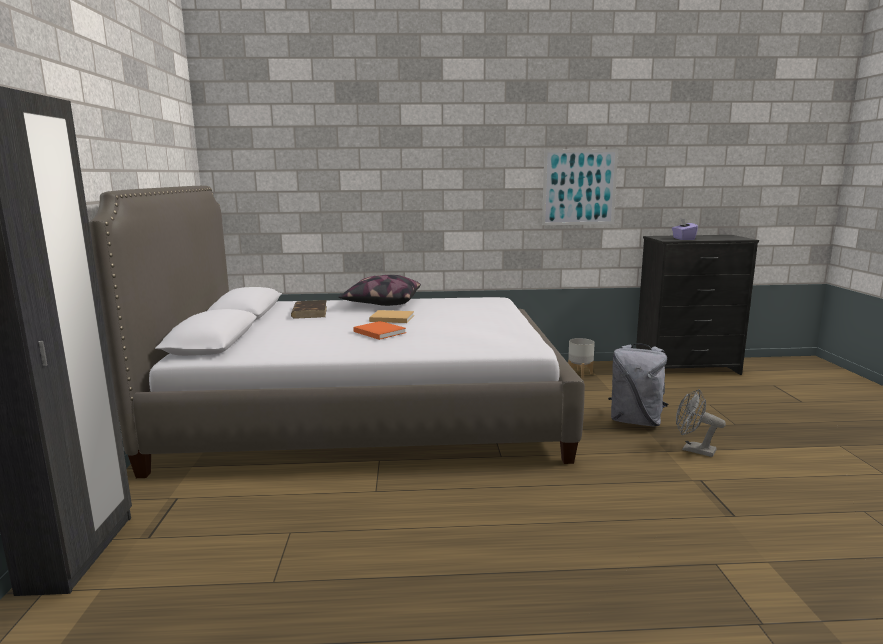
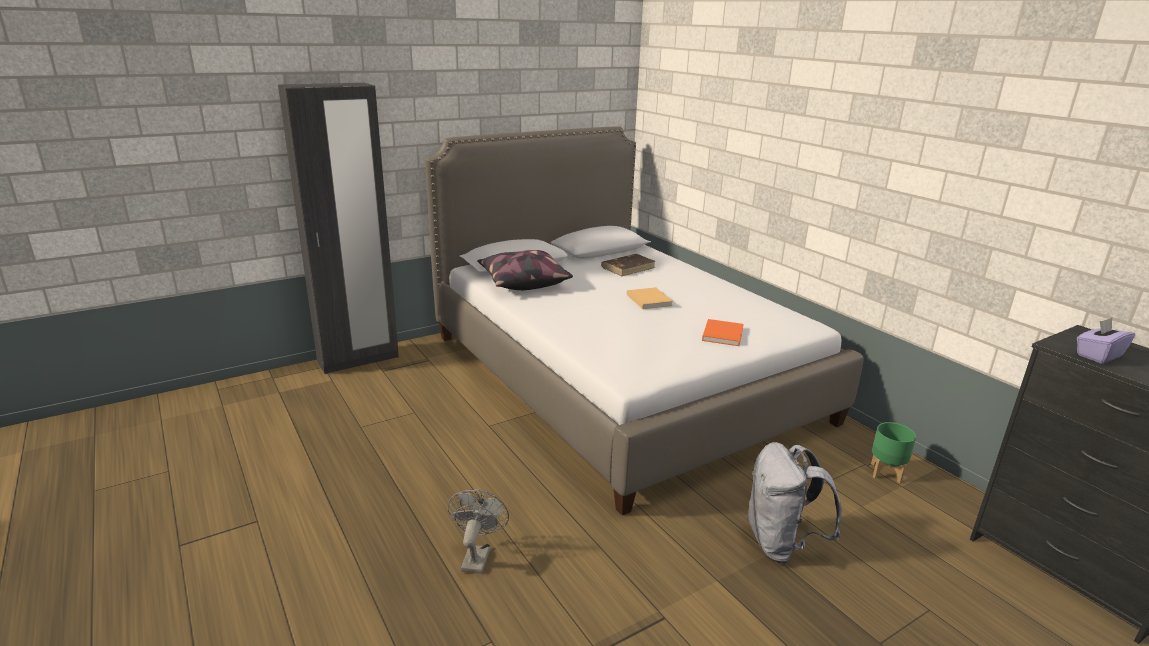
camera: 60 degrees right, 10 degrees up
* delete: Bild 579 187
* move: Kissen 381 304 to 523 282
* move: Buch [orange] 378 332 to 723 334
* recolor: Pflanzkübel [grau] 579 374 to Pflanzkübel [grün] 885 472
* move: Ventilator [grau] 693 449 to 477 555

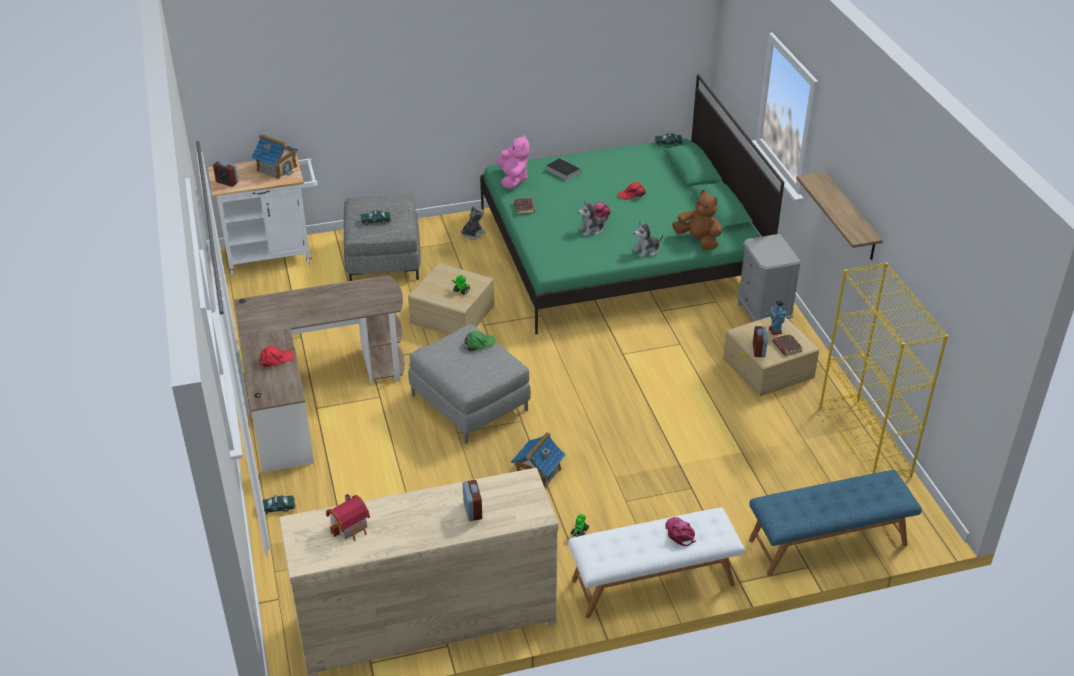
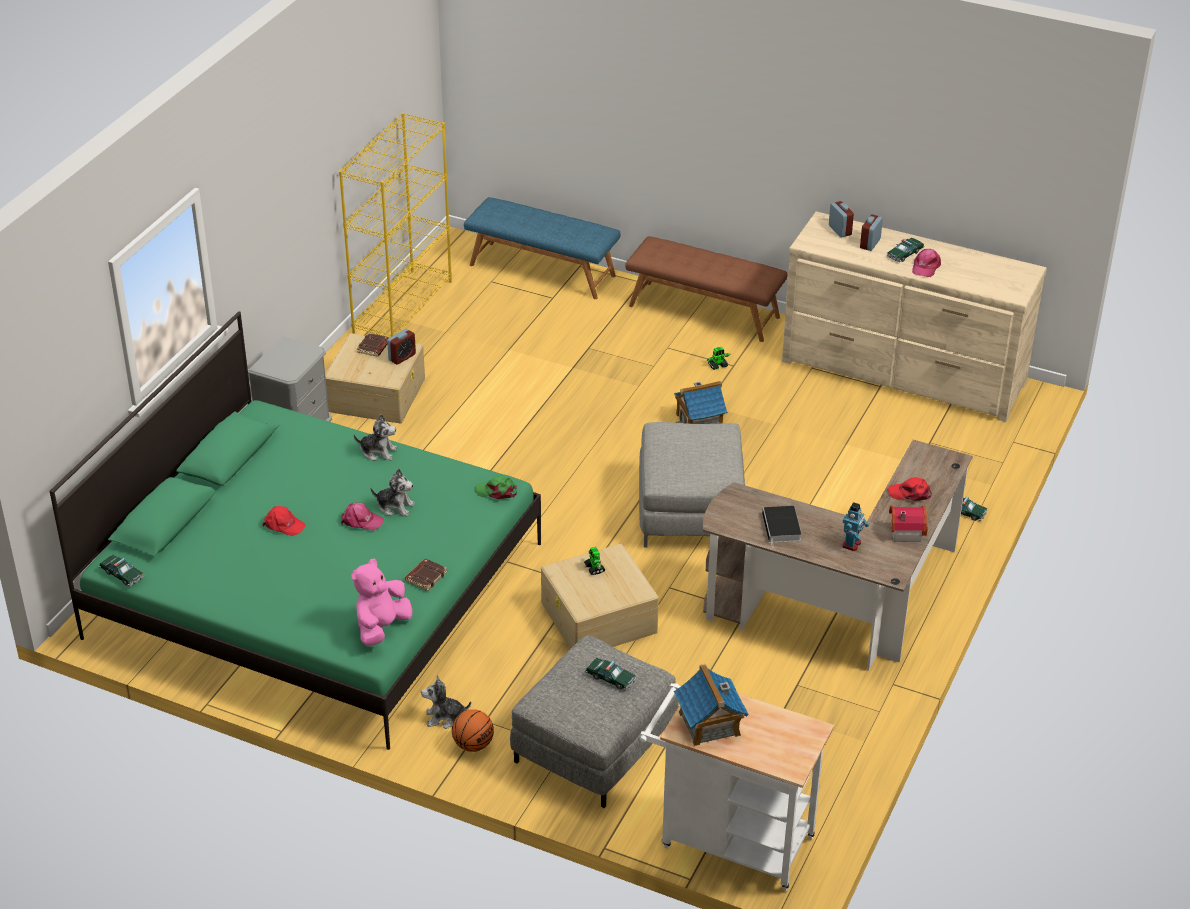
camera: 140 degrees left, 0 degrees up
* move: Buch 562 171 to 782 528
* move: Wecker 227 182 to 840 230
* delete: Wandregal 850 217
* delete: Plüschtier [braun] 698 240
* move: Spielzeugroboter 774 330 to 852 544
* move: Kappe [grün] 478 344 to 496 491
* move: Spielzeughaus 351 526 to 904 531
* recolor: Bank [weiß] 653 583 to Bank [braun] 704 311
* move: Kappe [rosa] 680 533 to 925 267
* insert: Spielzeugauto 904 254
* insert: Basketball 473 745

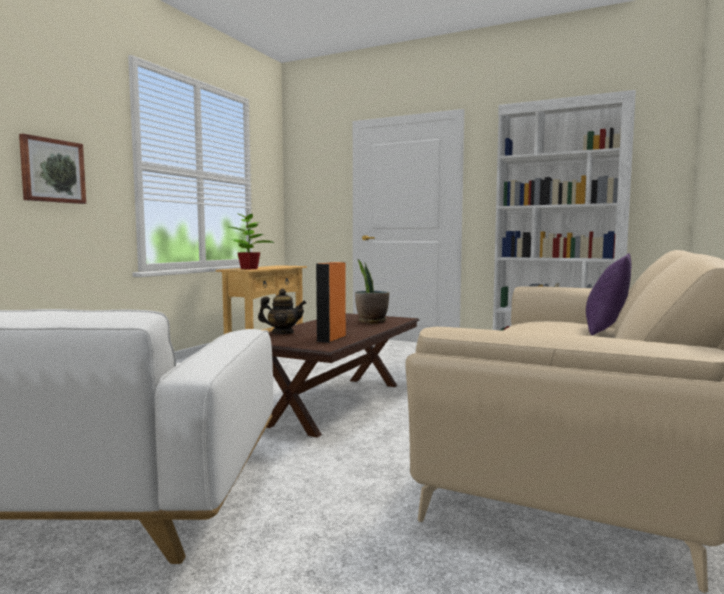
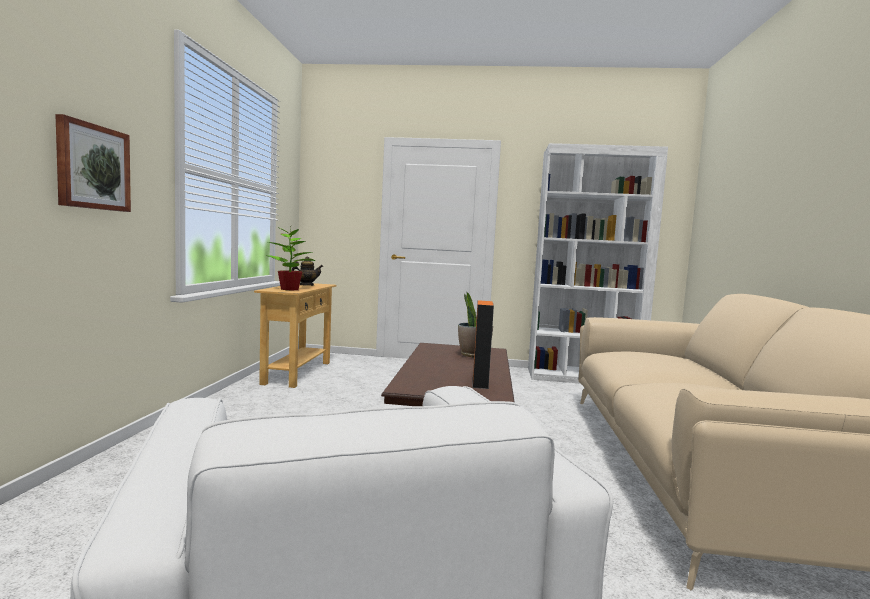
camera: 20 degrees left, 0 degrees up
* delete: Kissen [lila] 606 331
* move: Teekanne 282 333 to 306 285

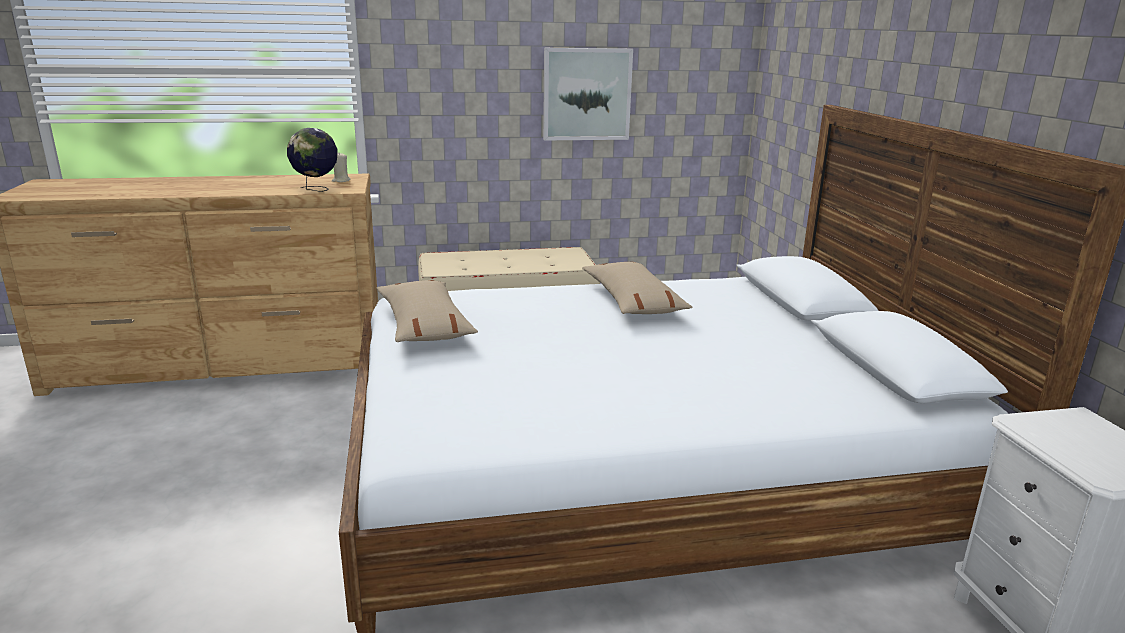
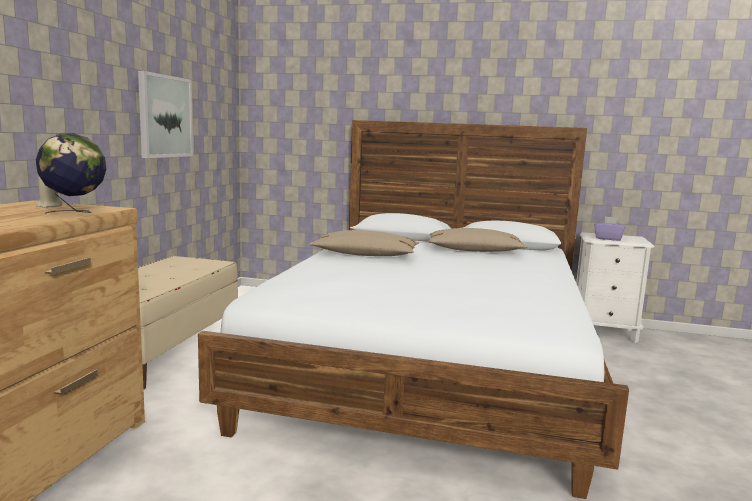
camera: 65 degrees left, 10 degrees down
* move: Kissen [beige] 424 325 to 474 251
* insert: Taschentuchbox [lila] 608 238

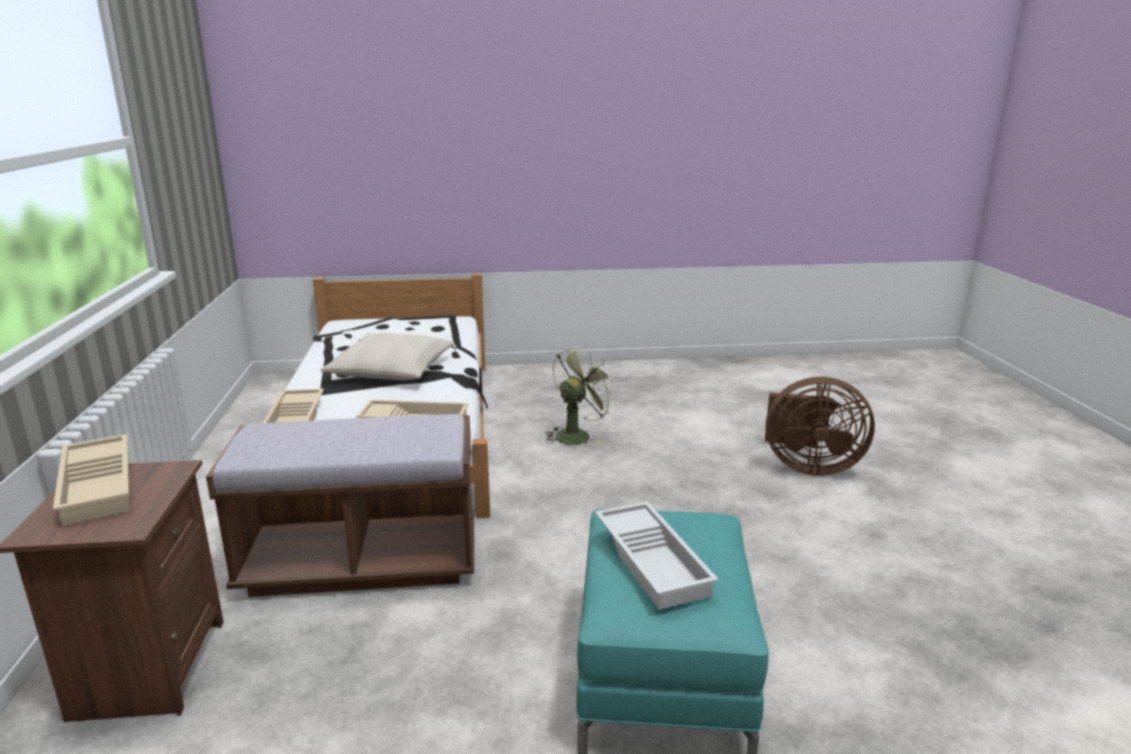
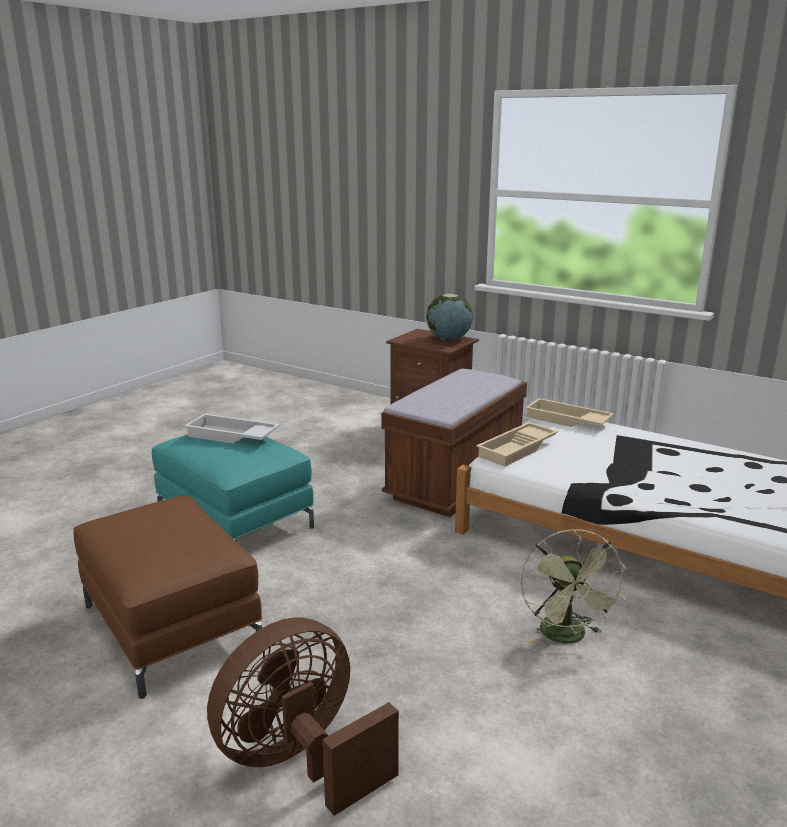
camera: 130 degrees right, 0 degrees up
* delete: Kissen [beige] 392 370
* replace: Tablett [beige] 100 485 to Globus 448 339
* insert: Polsterhocker [braun] 171 625

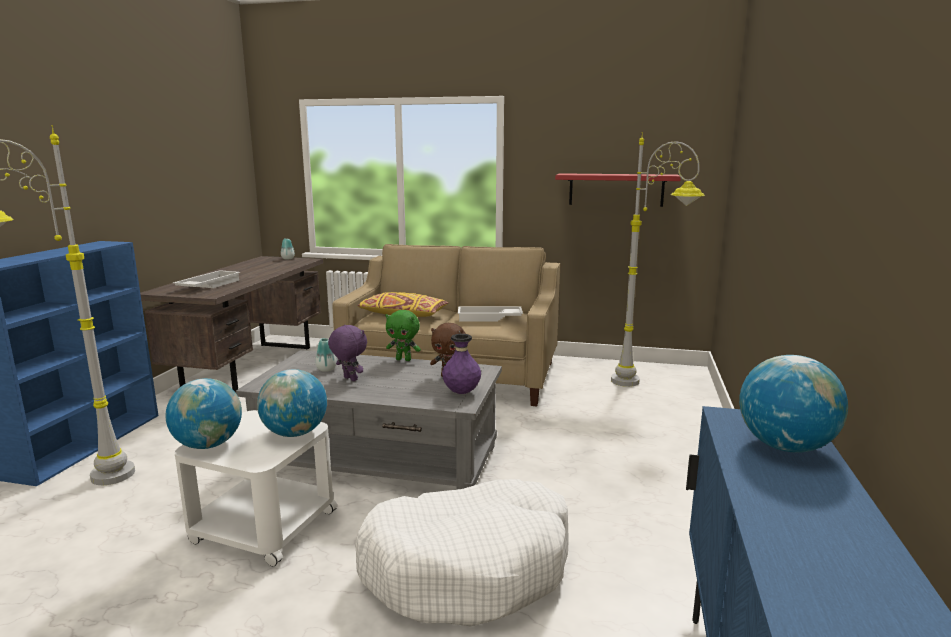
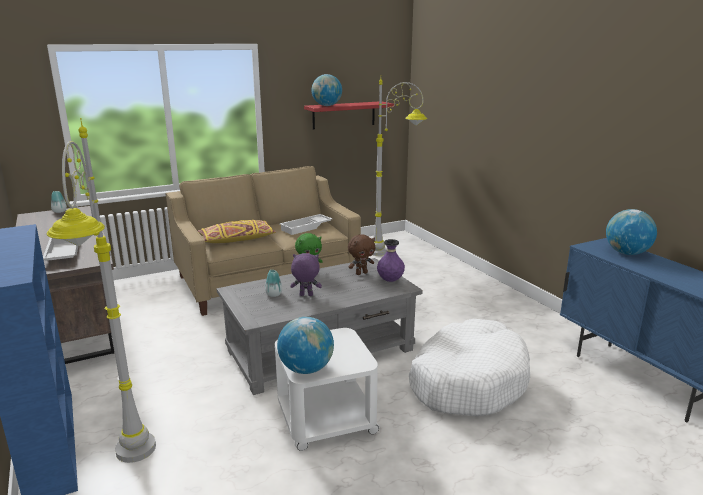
camera: 40 degrees left, 5 degrees up
* move: Globus 295 433 to 327 106

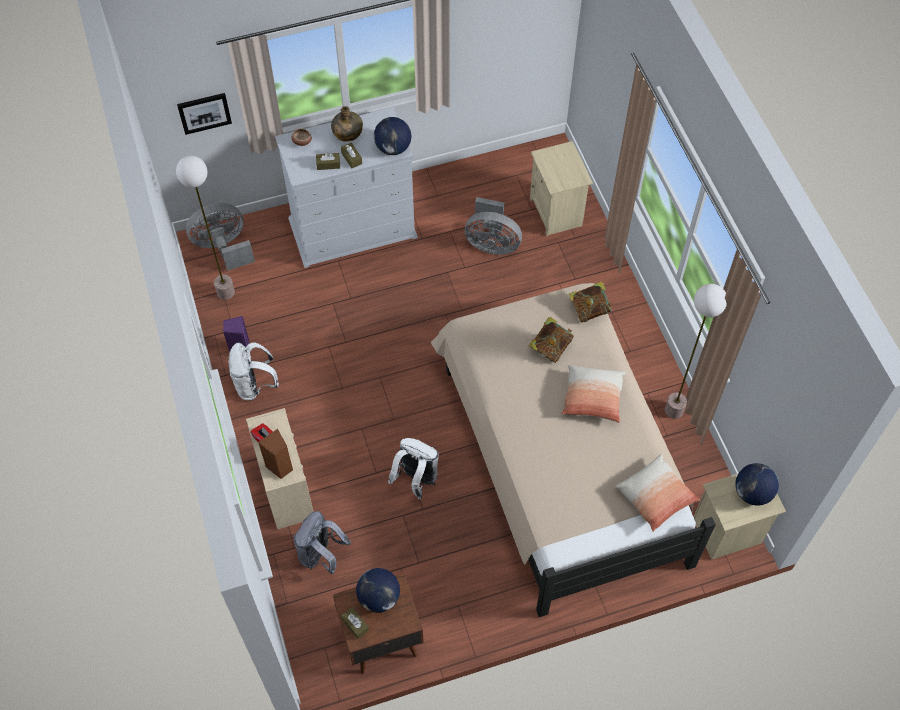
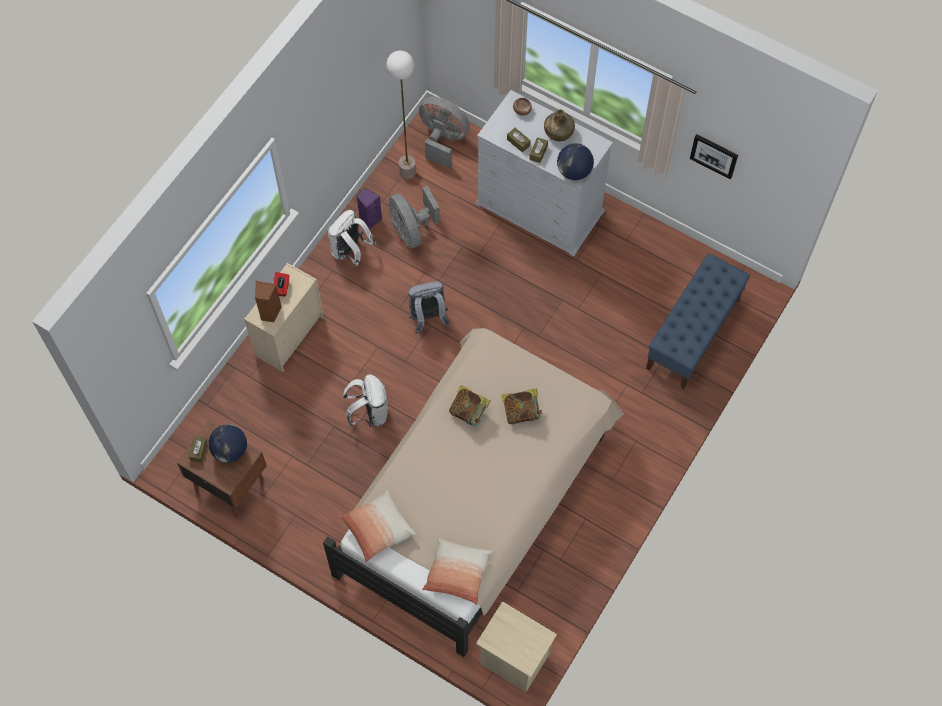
camera: 50 degrees right, 5 degrees up
* move: Bild 204 112 to 714 155
* replace: Nachttisch [beige] 557 212 to Bank [blau] 693 334
* move: Ventilator [grau] 492 244 to 411 230
* move: Buch 589 310 to 469 411
* delete: Stehlampe 674 410
* move: Kissen 592 398 to 378 529
* delete: Globus 752 493
* move: Rucksack [grau] 321 555 to 428 318

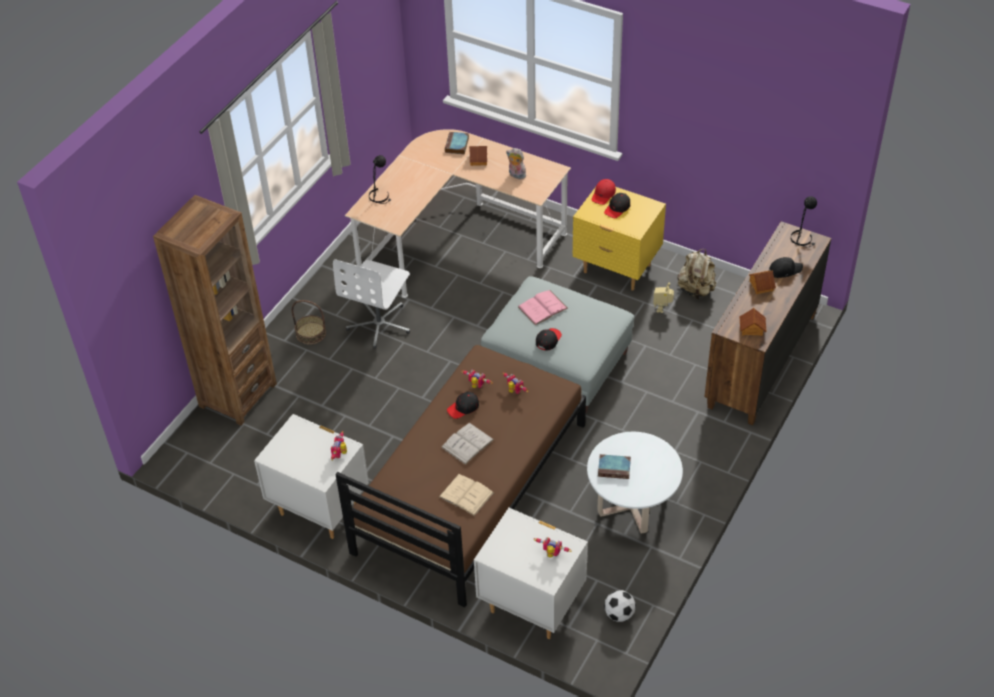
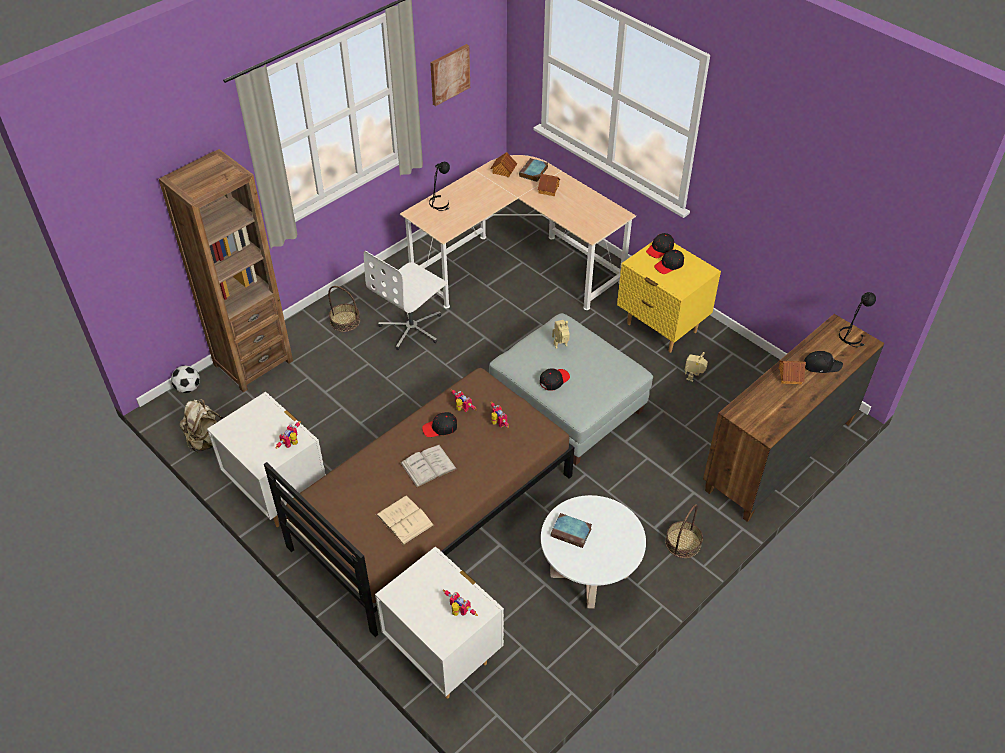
camera: 15 degrees right, 0 degrees up
* delete: Plüschtier 516 175
* recolor: Kappe [rot] 603 195 to Kappe [schwarz] 660 249
* move: Rucksack [beige] 696 290 to 206 441
* replace: Buch [rosa] 542 307 to Spielzeugroboter 561 346
* move: Spielzeughaus 751 329 to 503 171
* move: Fußball 619 614 to 188 388
* insert: Bild 449 74
* insert: Korb 683 543

